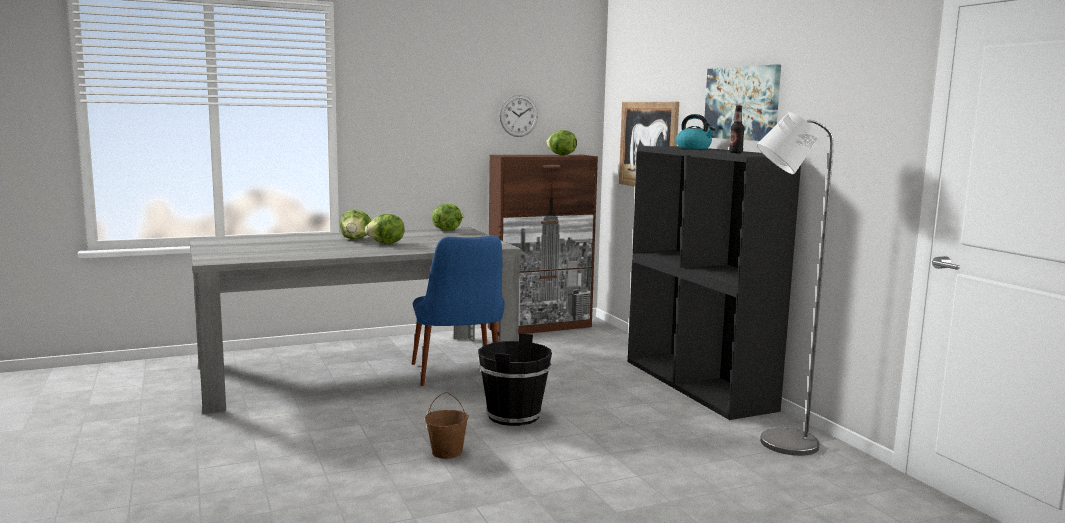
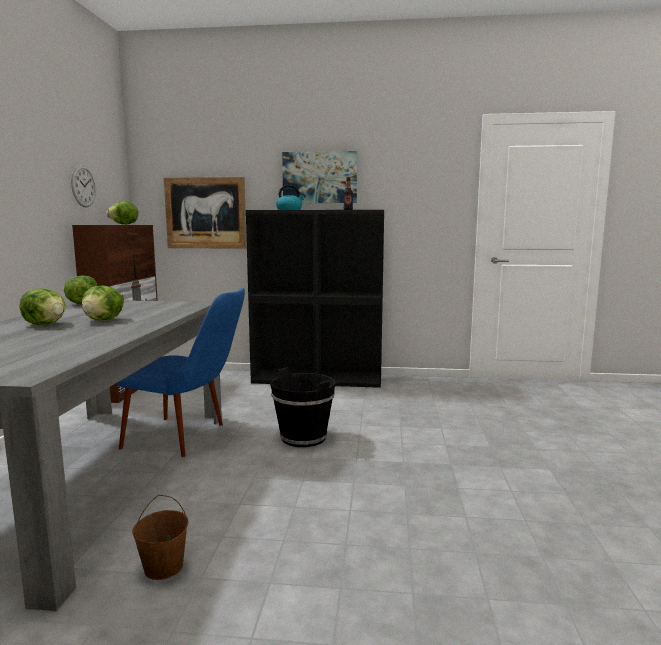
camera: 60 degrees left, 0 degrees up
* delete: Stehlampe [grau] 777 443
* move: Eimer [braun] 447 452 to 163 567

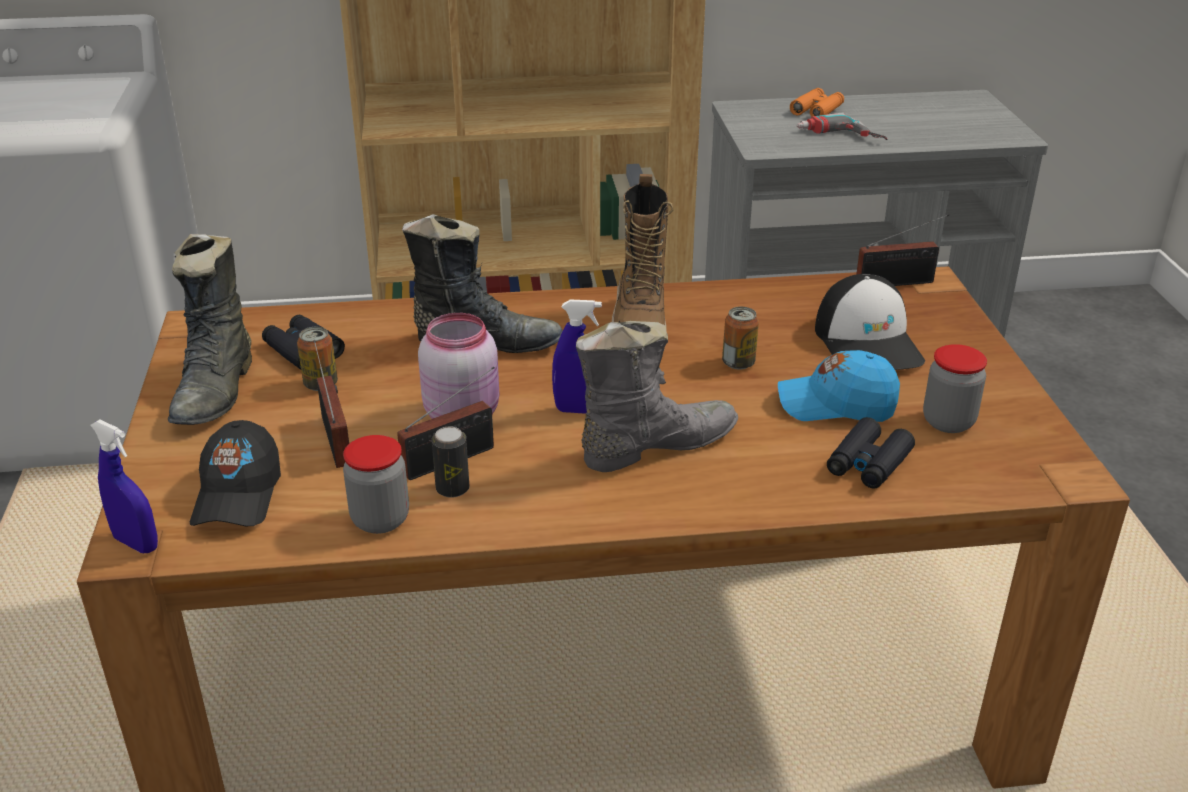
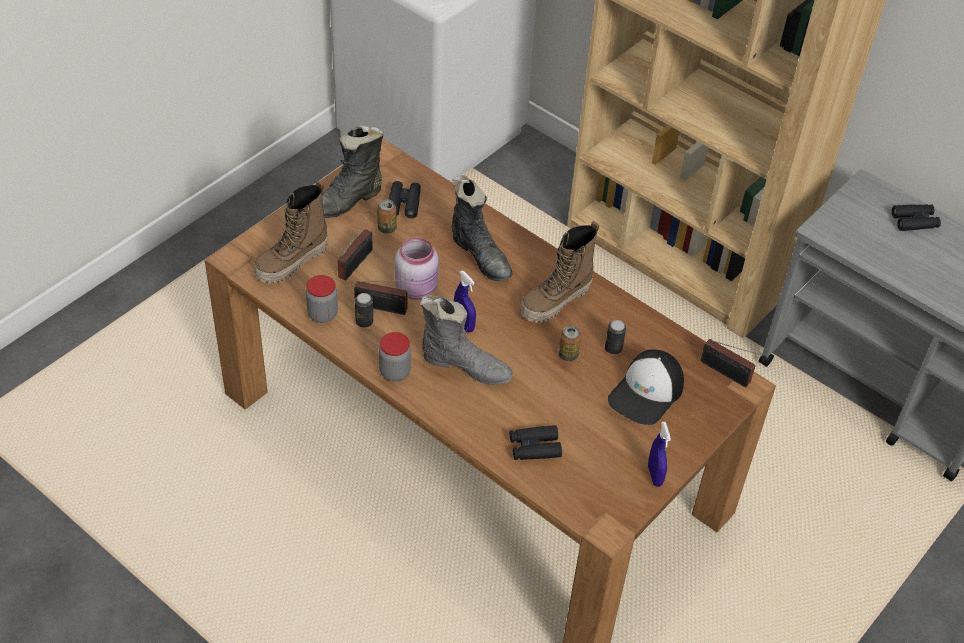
camera: 45 degrees right, 15 degrees up
* recolor: Fernglas [orange] 817 110 to Fernglas [schwarz] 914 221
* delete: Bohrmaschine 839 137
* move: Vorratsglas 948 422 to 395 372
* delete: Kappe [blau] 836 405
* move: Sprühflasche [blau] 136 543 to 655 475
* replace: Kappe [schwarz] 238 495 to Stiefel 292 262
* insert: Dose 613 348

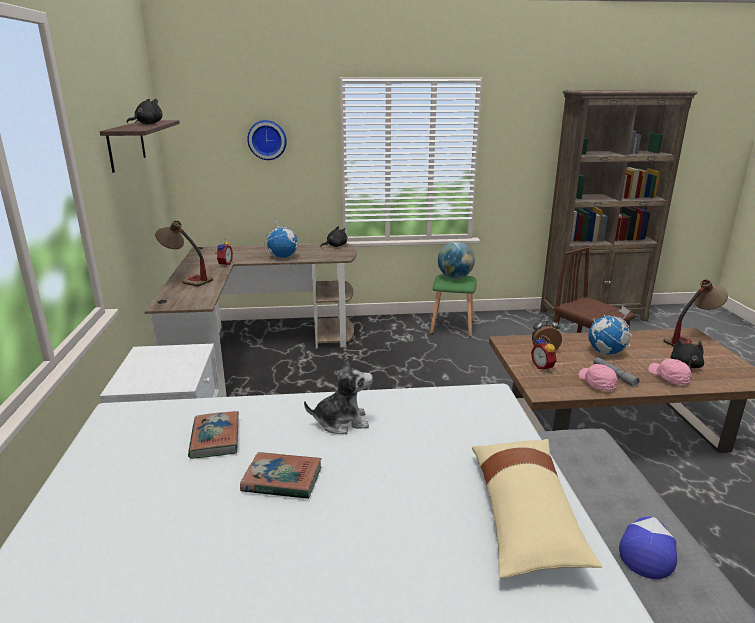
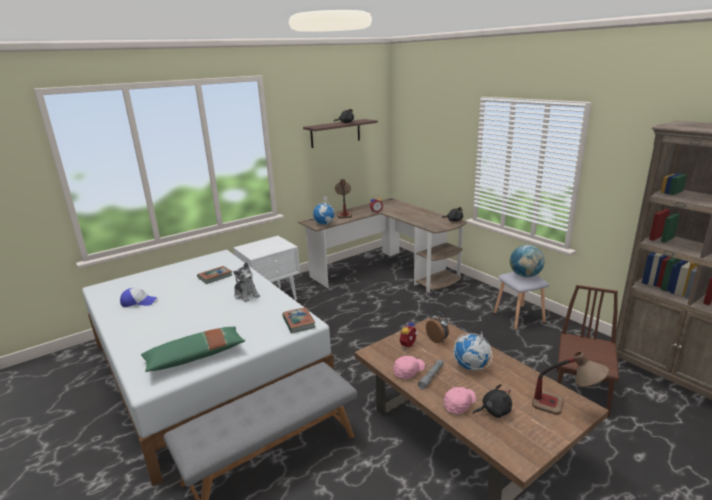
camera: 60 degrees right, 0 degrees up
* delete: Wanduhr 267 140
* move: Globus 283 257 to 324 223
* recolor: Hocker [grün] 453 327 to Hocker [grau] 519 317
* recolor: Kissen [beige] 524 515 to Kissen [grün] 195 357
* move: Buch 282 480 to 298 322
* move: Kappe 647 550 to 139 302

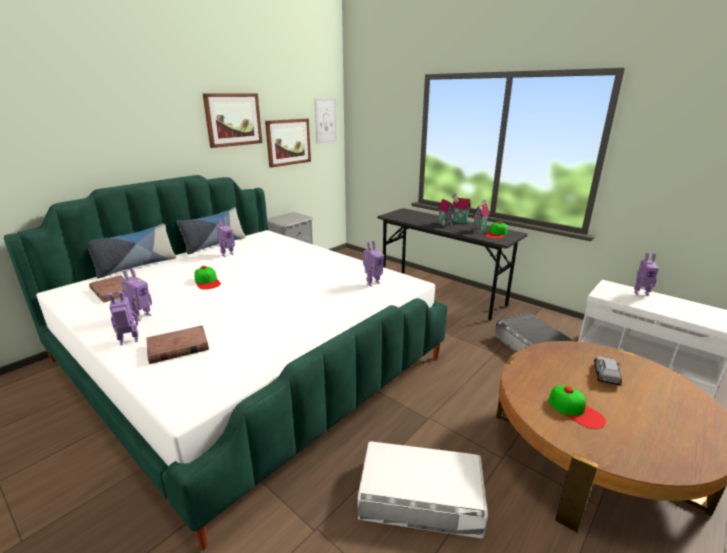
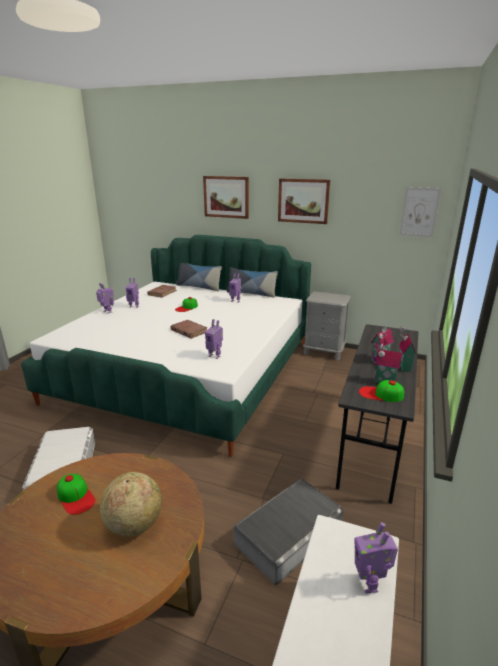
camera: 70 degrees right, 0 degrees up
* move: Bild 288 142 to 226 197
* move: Buch [braun] 177 347 to 189 331
* replace: Spielzeugauto [grau] 606 375 to Globus 134 524
* rotate: Kappe 576 410 = 76 497 75 degrees counterclockwise

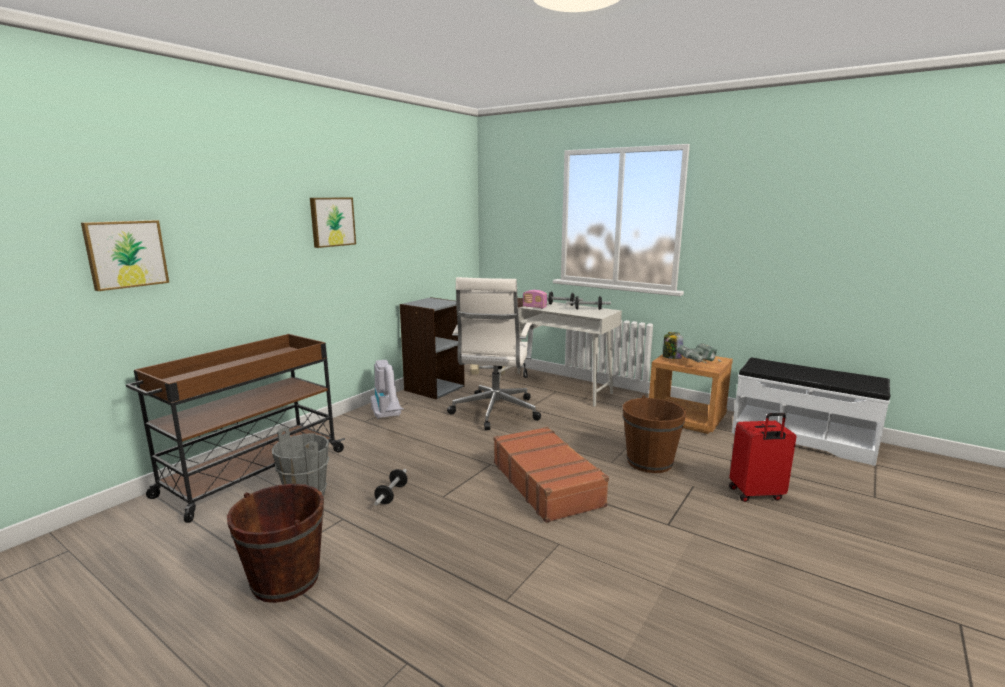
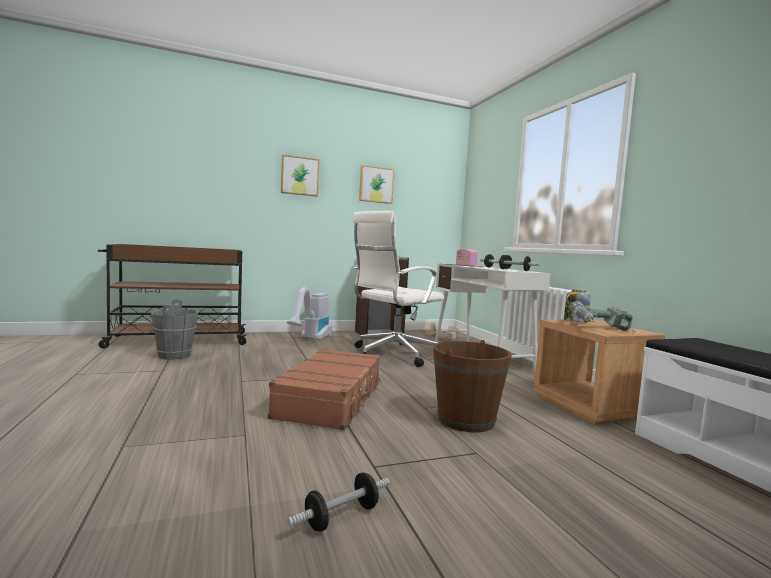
camera: 35 degrees right, 10 degrees down
* move: Bild 126 254 to 376 185
* delete: Koffer [rot] 756 494
* move: Hantel 391 495 to 341 517
* delete: Eimer [braun] 286 579

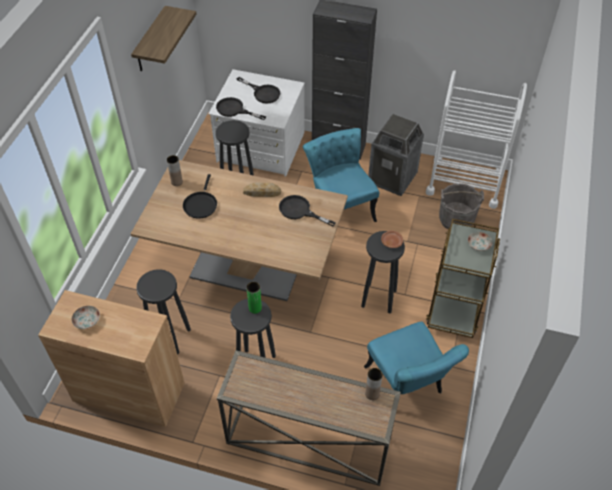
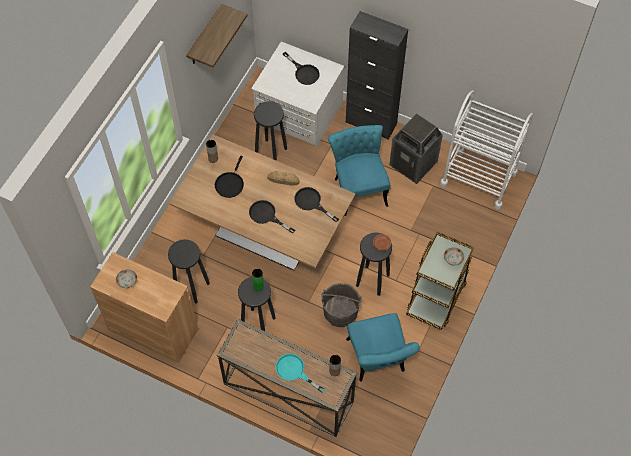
camera: 10 degrees right, 10 degrees up
* move: Pfanne [schwarz] 234 110 to 266 216
* move: Eimer [grau] 456 219 to 340 313
* insert: Pfanne [türkis] 294 371

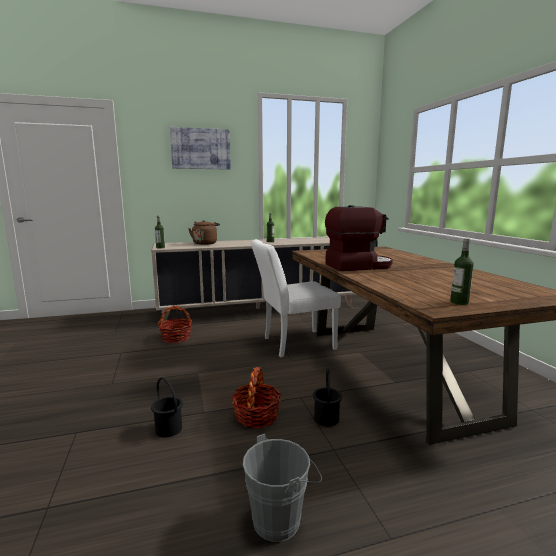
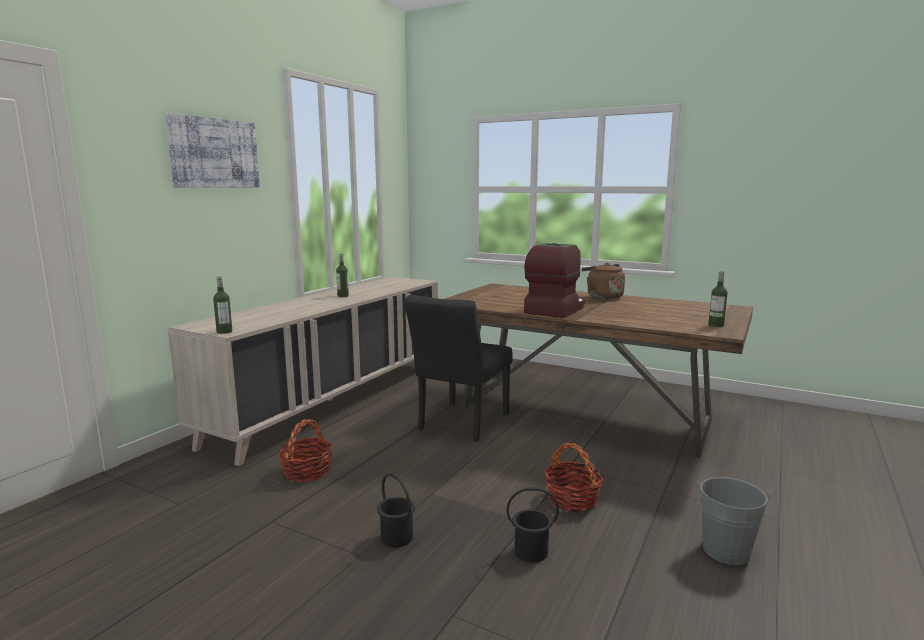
camera: 45 degrees left, 0 degrees up
* move: Wasserkessel [braun] 205 243 to 602 297
* recolor: Stuhl [weiß] 293 344 to Stuhl [schwarz] 460 424
* move: Eimer [schwarz] 326 419 to 396 538

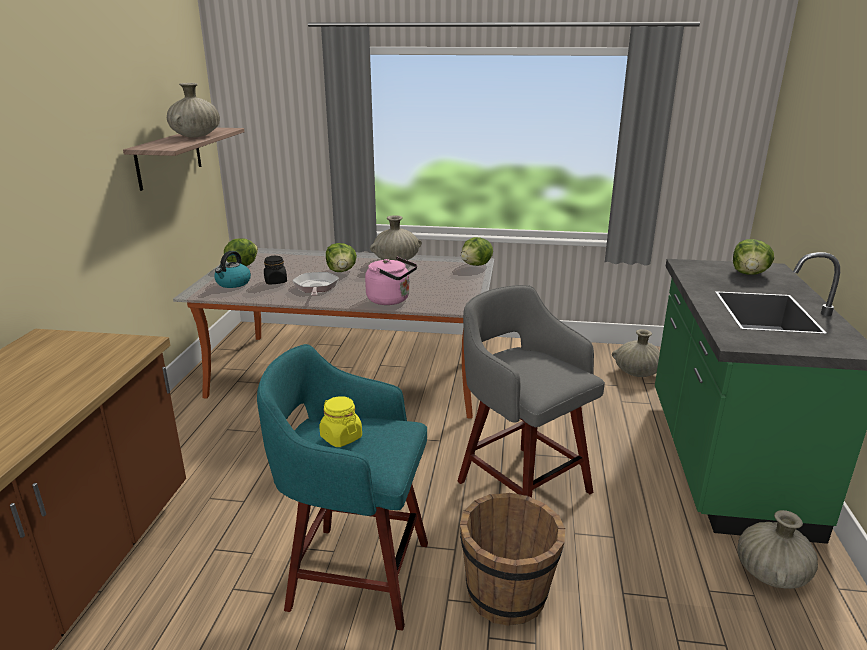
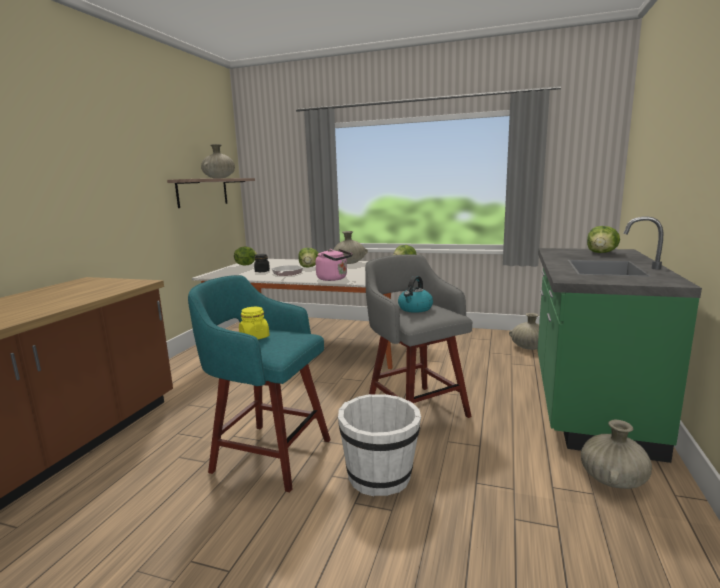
camera: 10 degrees right, 10 degrees down
* move: Wasserkessel 233 283 to 415 309
* recolor: Eimer [braun] 508 594 to Eimer [weiß] 380 476

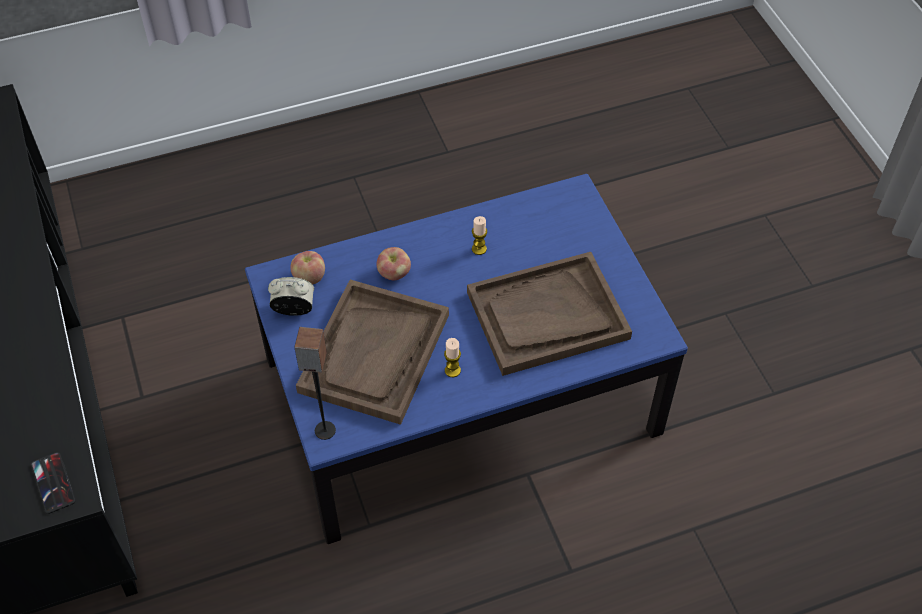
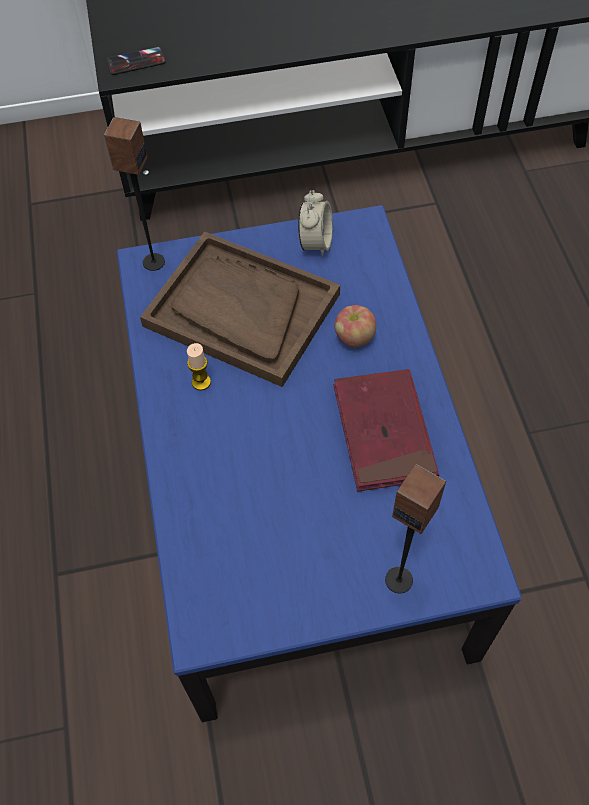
camera: 100 degrees right, 5 degrees up
* replace: Kerze 479 249 to Buch [rot] 384 432
* delete: Apfel 309 277
* delete: Tablett [braun] 547 316
* insert: Lautsprecher 399 579

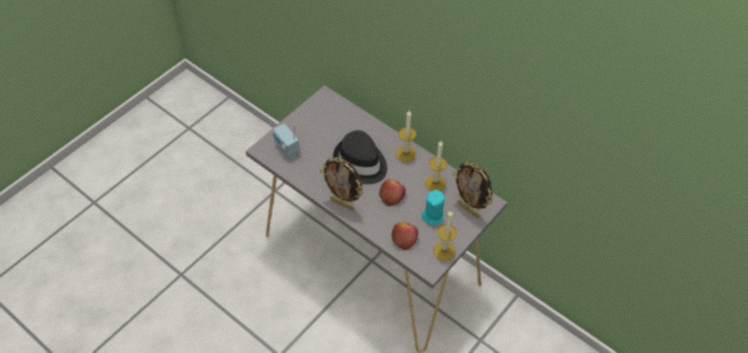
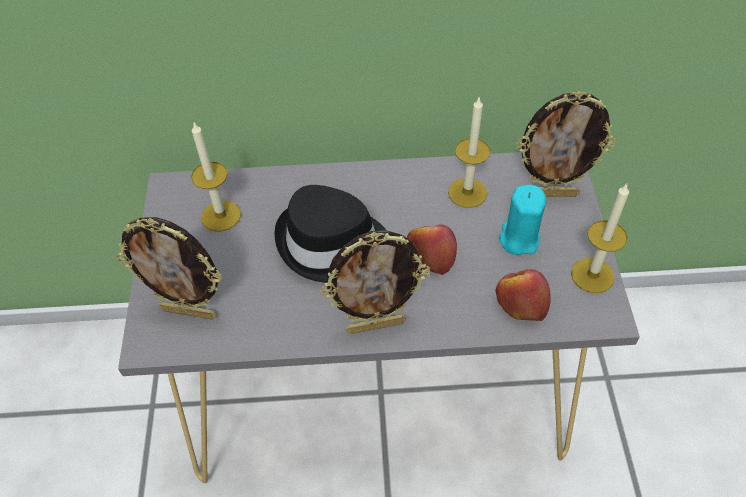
camera: 40 degrees left, 0 degrees up
* move: Kerze 405 153 to 221 216
* replace: Radio 286 149 to Bilderrahmen 190 311

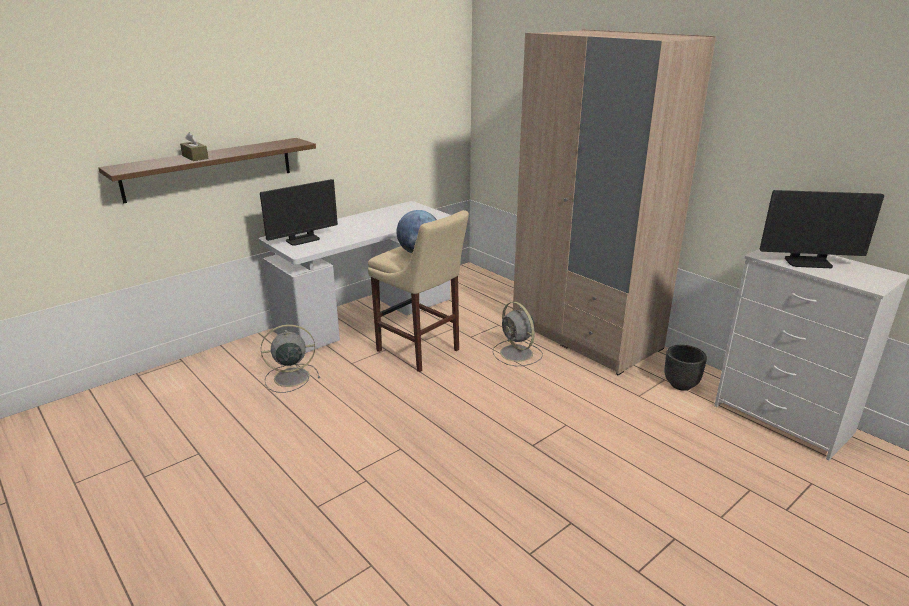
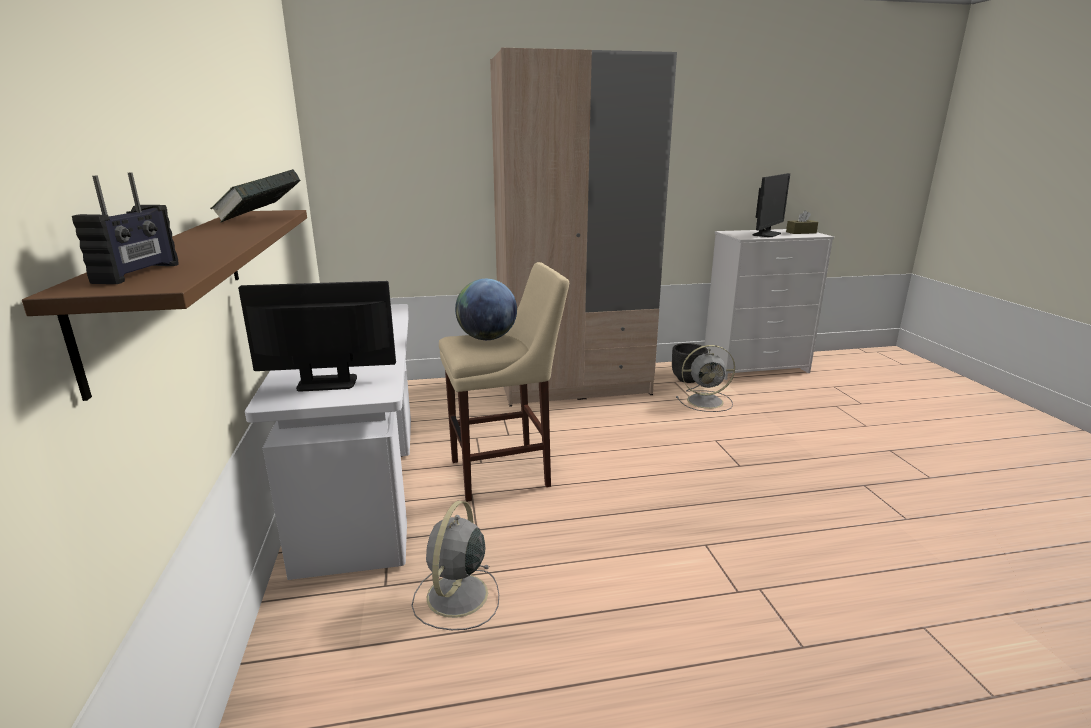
camera: 60 degrees left, 5 degrees down
* move: Taschentuchbox [braun] 195 157 to 801 232
* rotate: Monitor 302 240 = 327 383 90 degrees counterclockwise
* move: Ventilator [grau] 517 354 to 706 401
* insert: Buch 260 220
* insert: Radio 138 273

